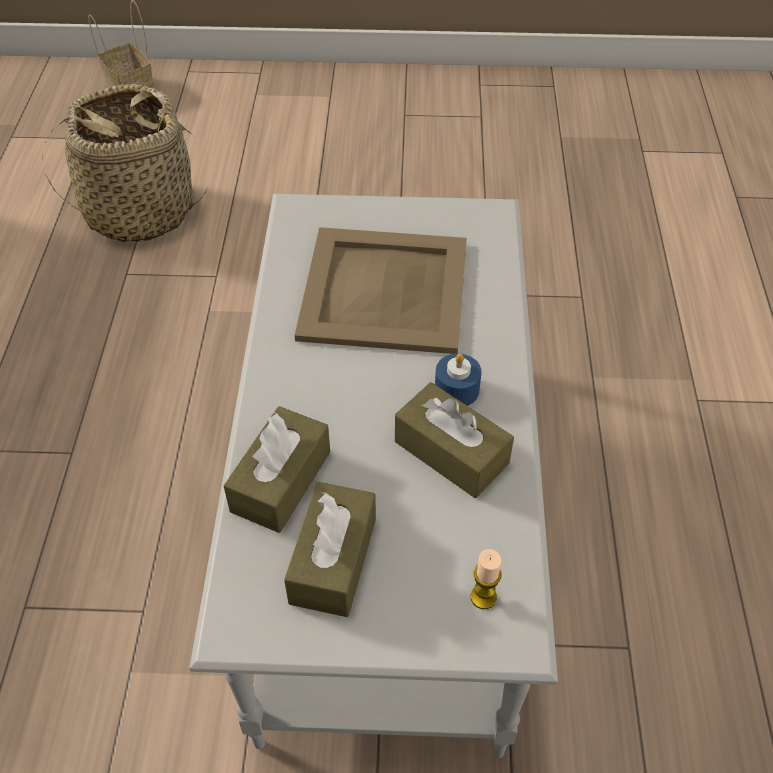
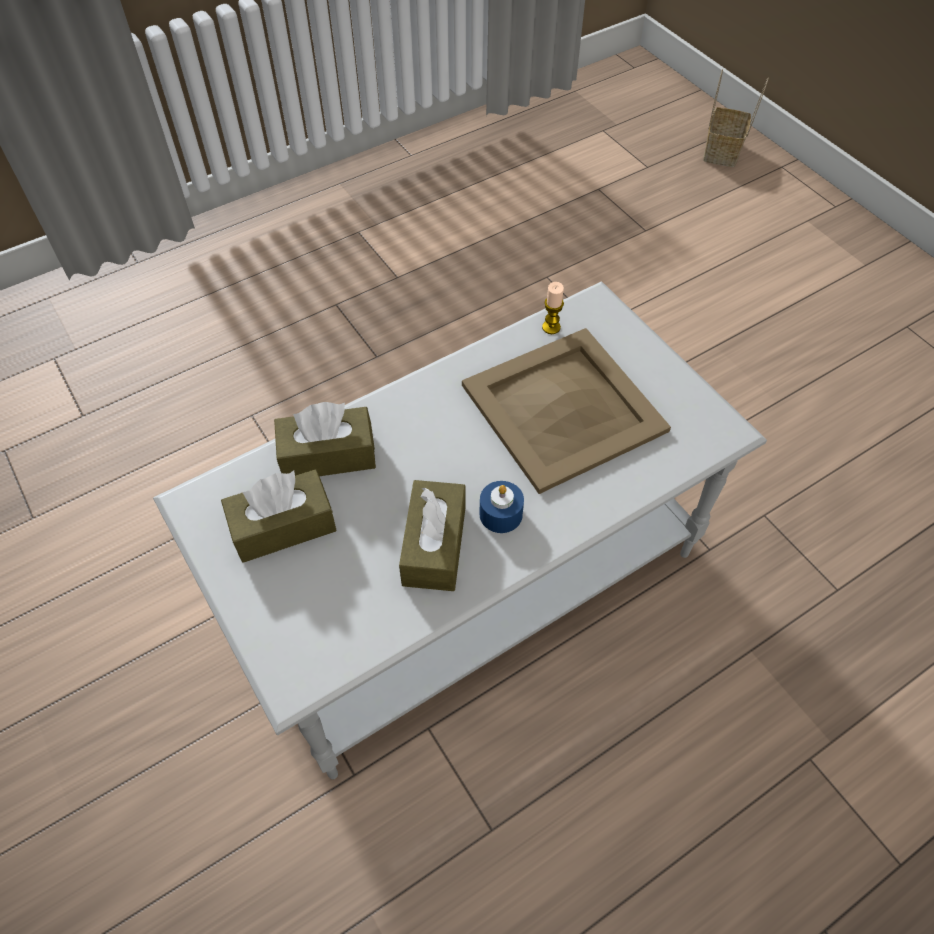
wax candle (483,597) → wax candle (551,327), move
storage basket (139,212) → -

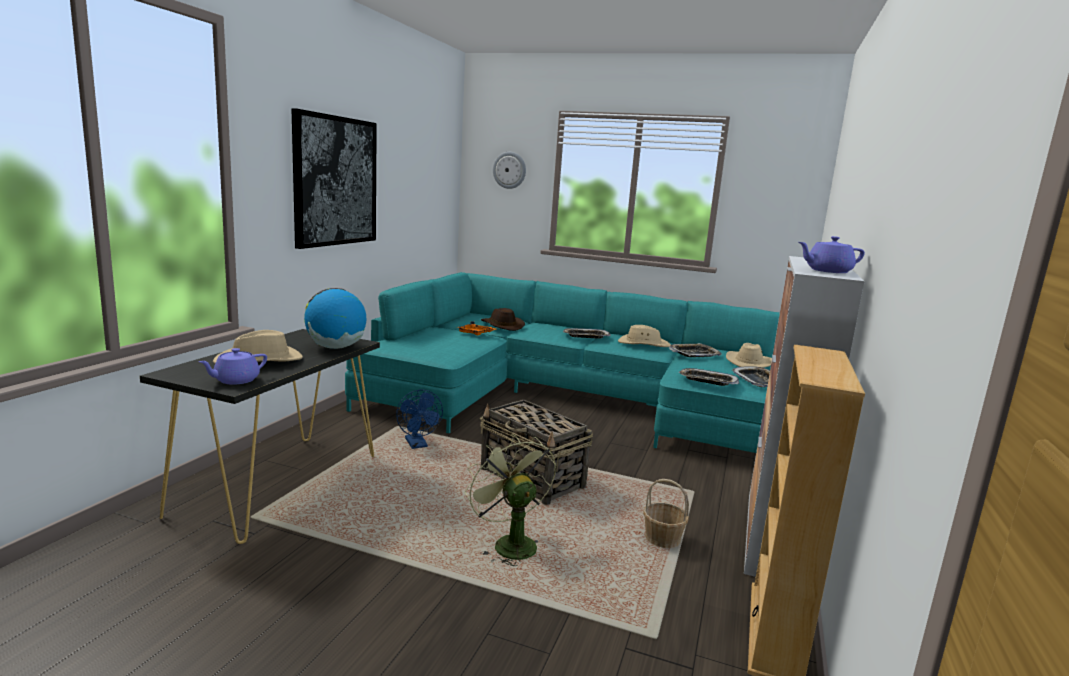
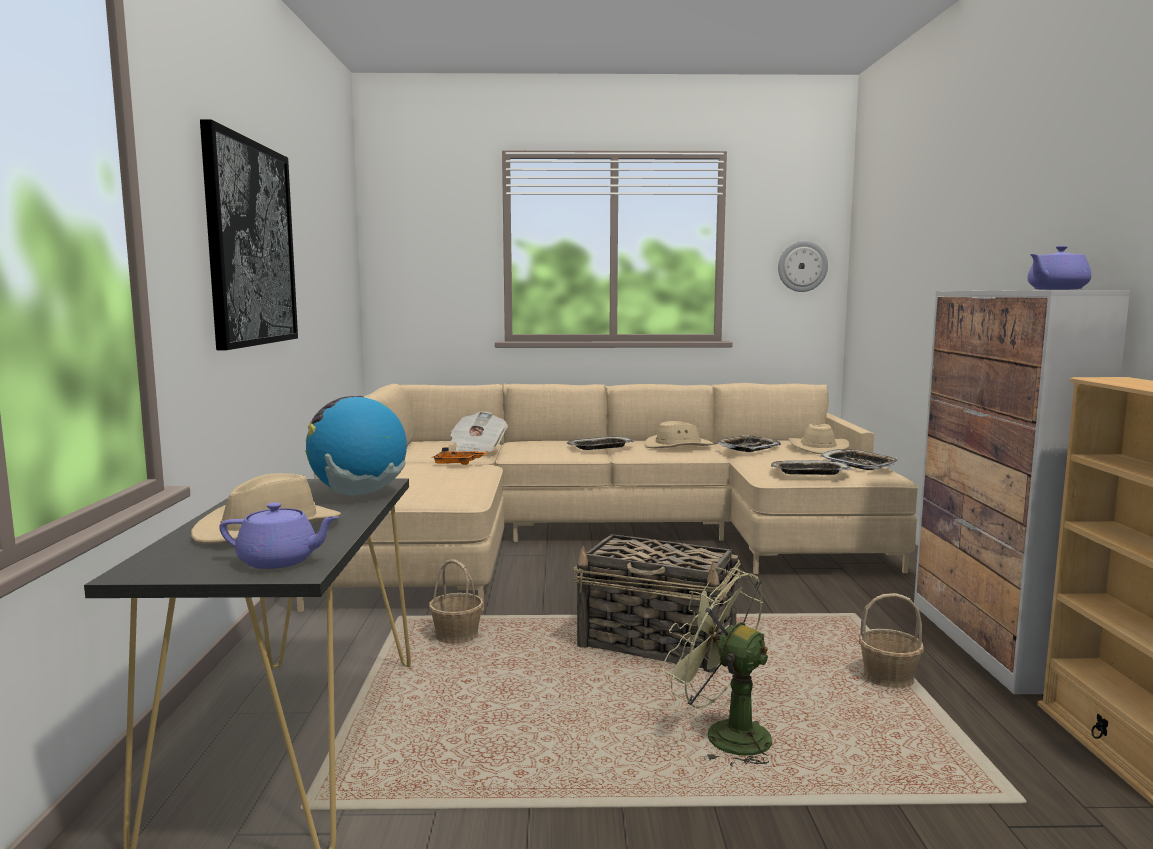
pot for tea/purplish (235,380) → pot for tea/purplish (280,561), 105 degrees counterclockwise
settee/turquoise (570,400) → settee/beige-coloured (594,538)
fan/blue-coloured (418,445) → storage basket (457,636)
hat/brownish (501,325) → newspaper (477,450)
wall clock (509,170) → wall clock (802,266), move

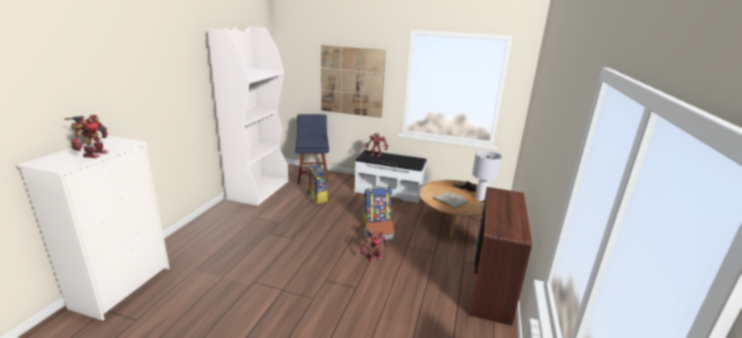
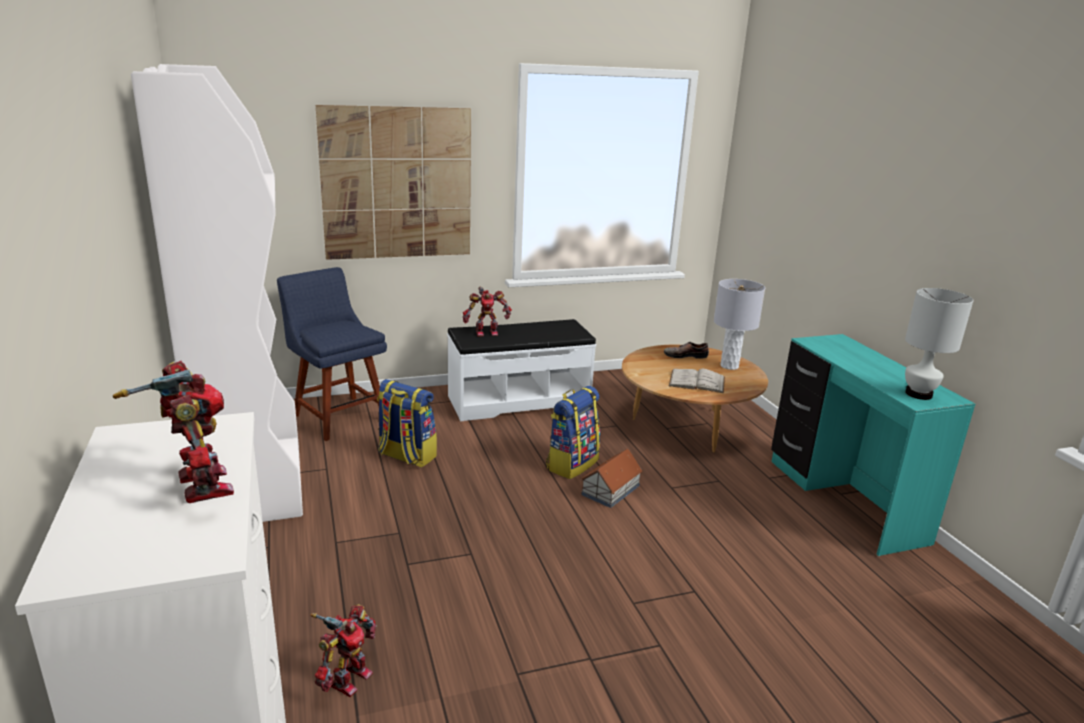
toy robot (373,257) → toy robot (348,678), move
desk unit/brownish (490,285) → desk unit/turquoise (843,500)
- → tabletop lamp/white-coloured (918,394)

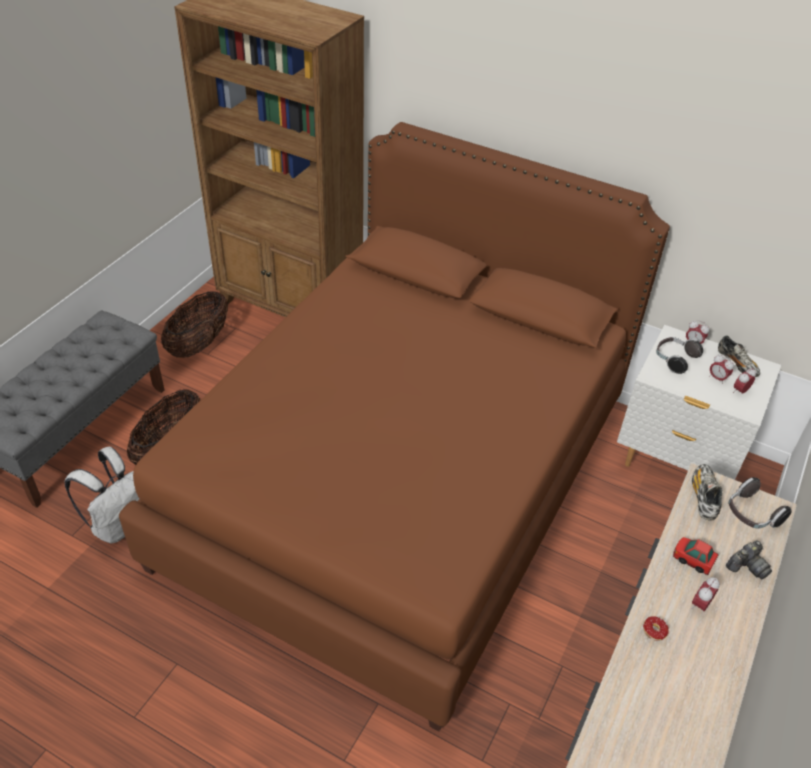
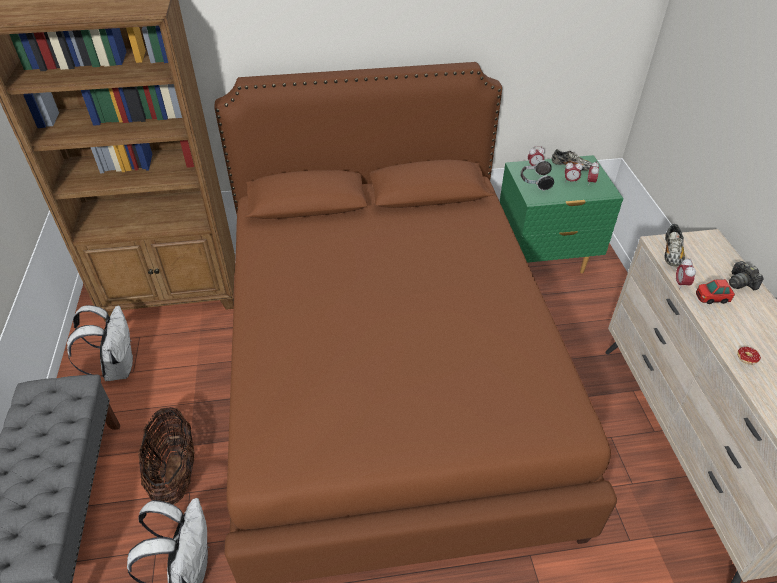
storage basket (199,344) → knapsack/white-coloured (117,367)
bedside table/white-coloured (674,462) → bedside table/green-coloured (543,260)
shoe (704,497) → shoe (671,254), 135 degrees counterclockwise
table clock (700,605) → table clock (681,284), move
still camera (747,566) → still camera (740,283), 135 degrees clockwise
pair of headphones (751,514) → -

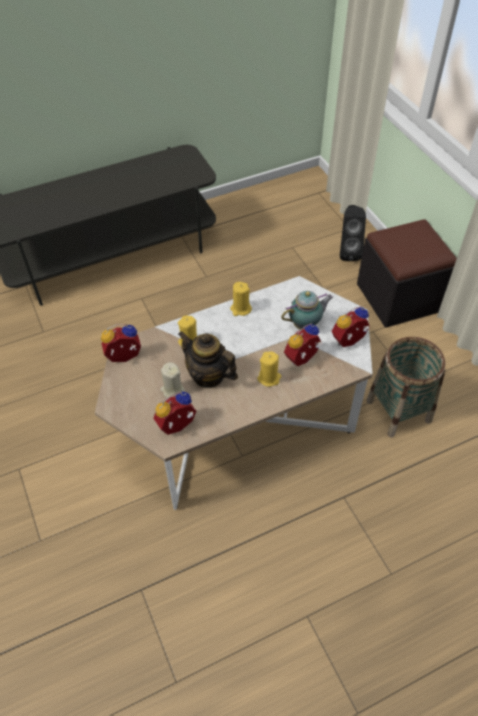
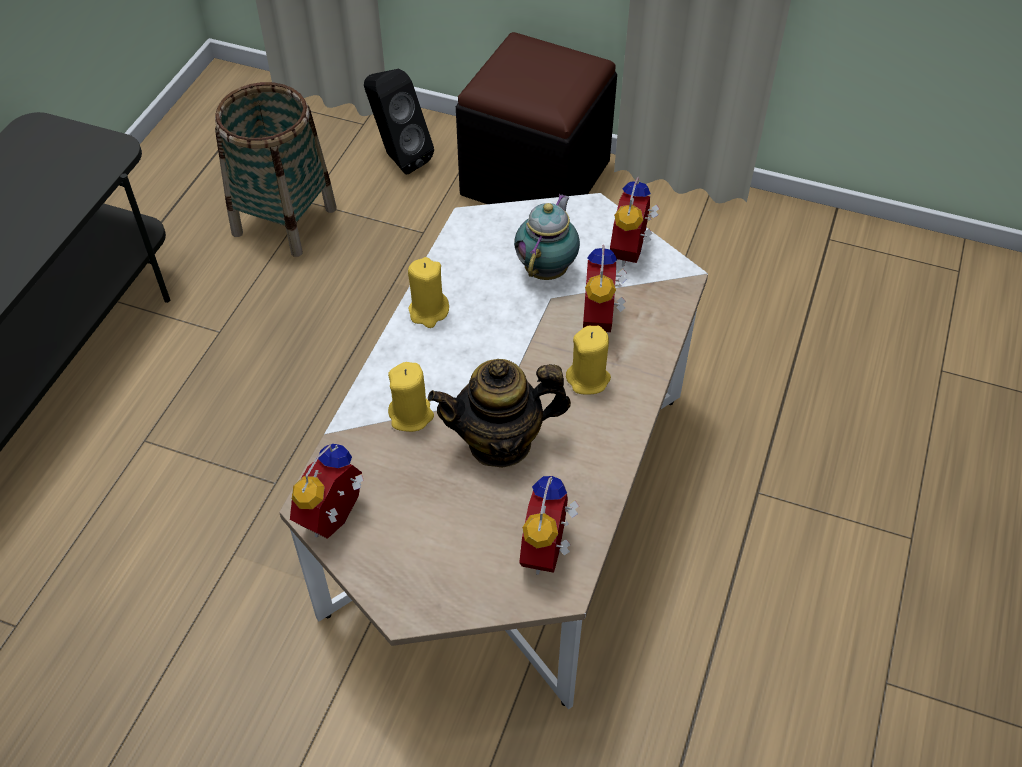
storage basket (398,410) → storage basket (284,221), move
wax candle/beige-coloured (172,390) → -

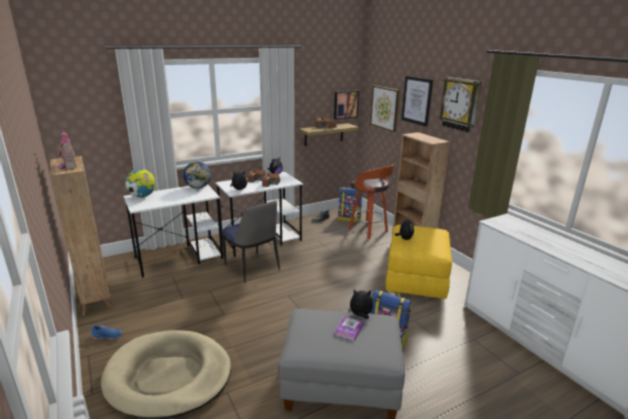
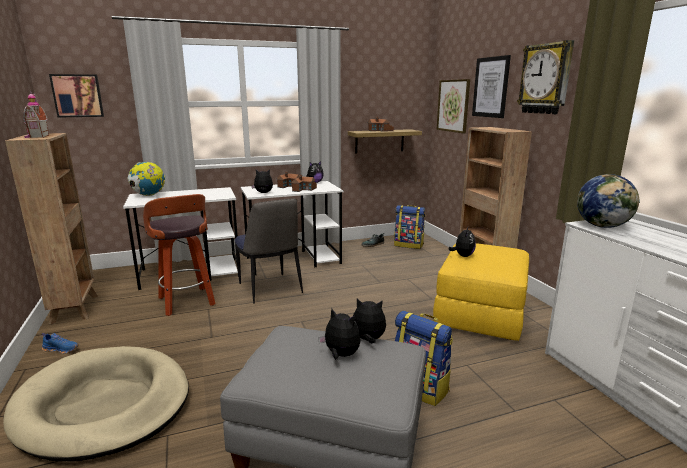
wall picture (345,104) → wall picture (78,96), move
stool seat (369,231) → stool seat (187,302), move
volume (348,329) → plush toy (341,355)
world globe (198,187) → world globe (602,226), move

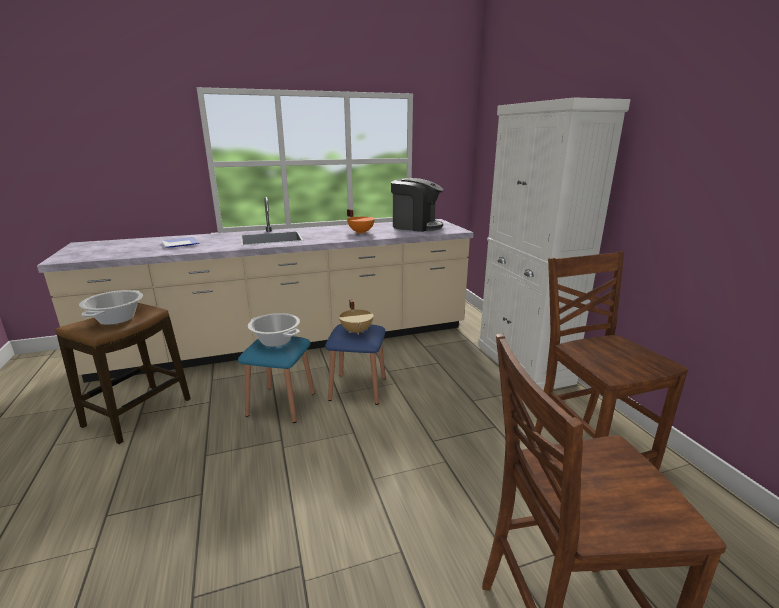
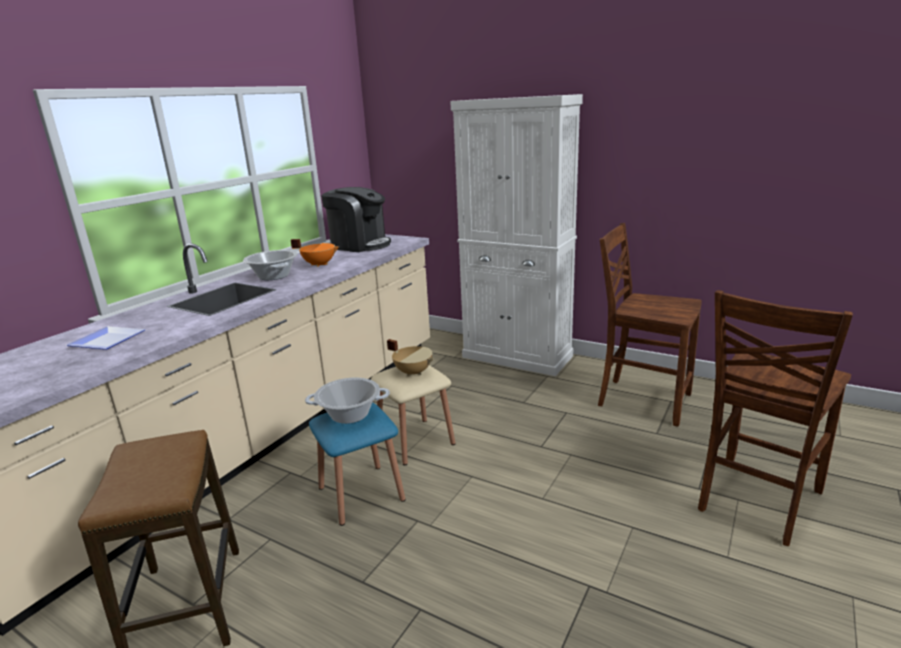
stockpot (117,319) → stockpot (274,276), move
coffee maker (415,226) → coffee maker (359,245), 45 degrees clockwise
stool seat/blue-coloured (358,388) → stool seat/beige-coloured (415,441)

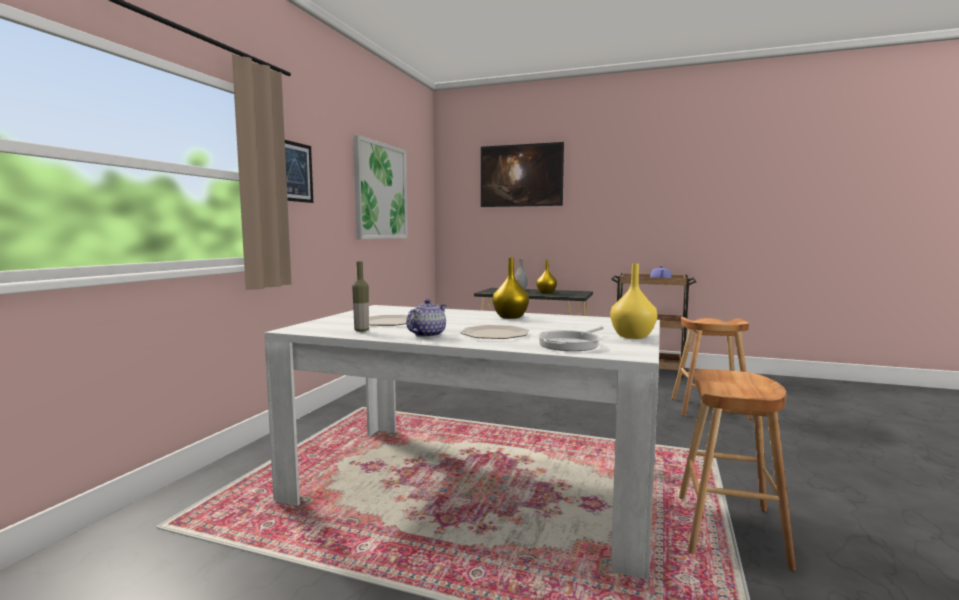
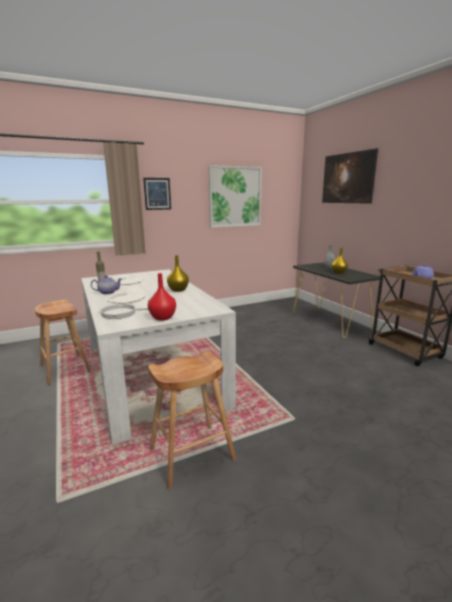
stool seat/brownish (710,409) → stool seat/brownish (65,369), move
decorative vase/yellow-coloured (633,336) → decorative vase/reddish (163,318)

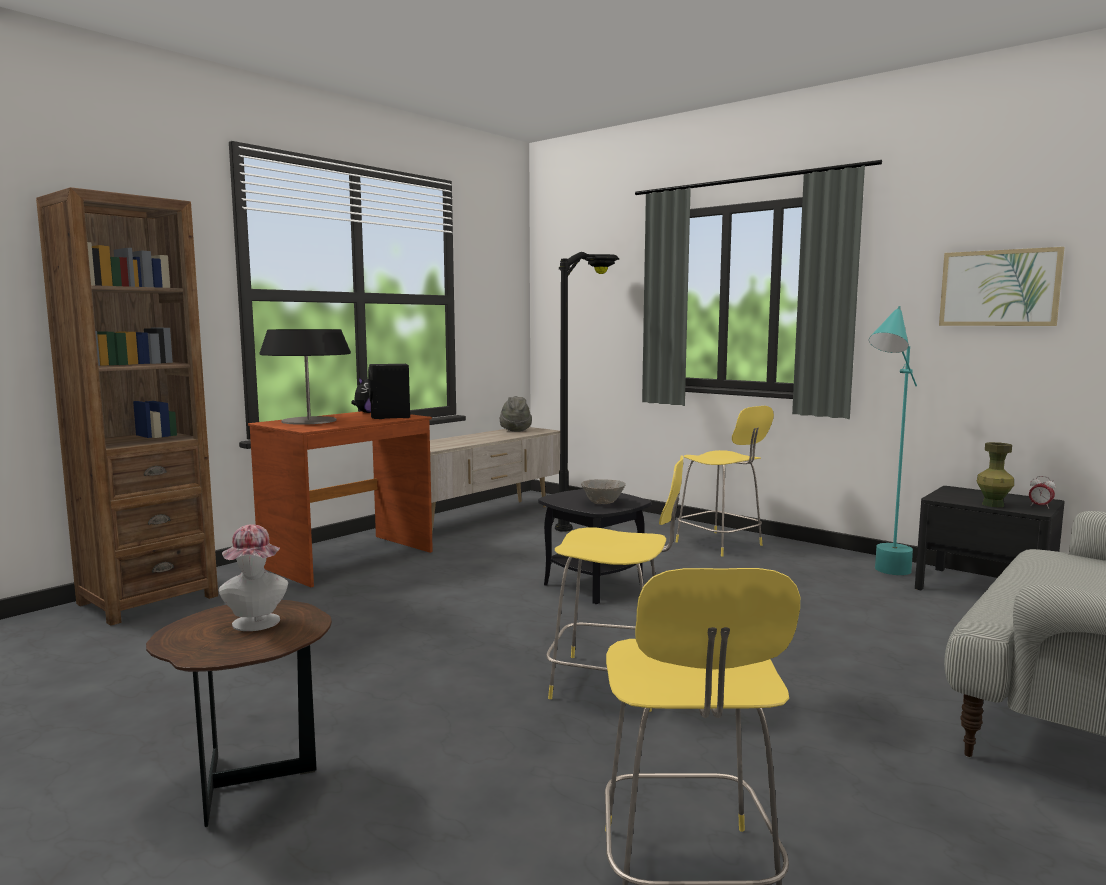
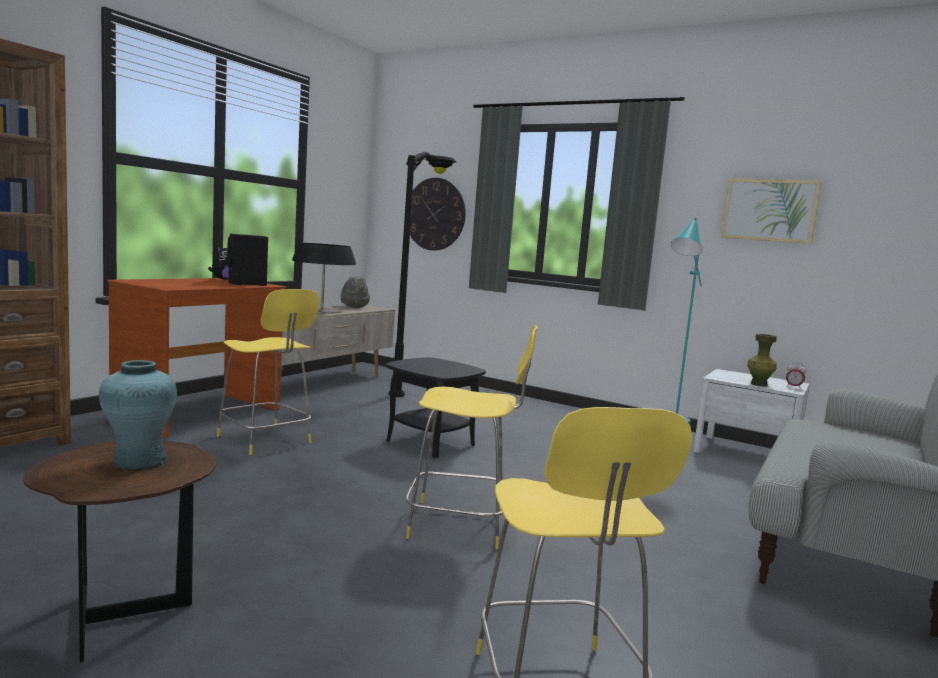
hat (256,625) → decorative vase/turquoise (139,462)
stool seat/yellow-coloured (721,544) → stool seat/yellow-coloured (265,440), move
tabletop lamp (309,421) → tabletop lamp (322,310), move
- → wall clock (435,214)
bedside table/black-coloured (984,589) → bedside table/white-coloured (746,453)
deep dish/gray (602,503) → -

